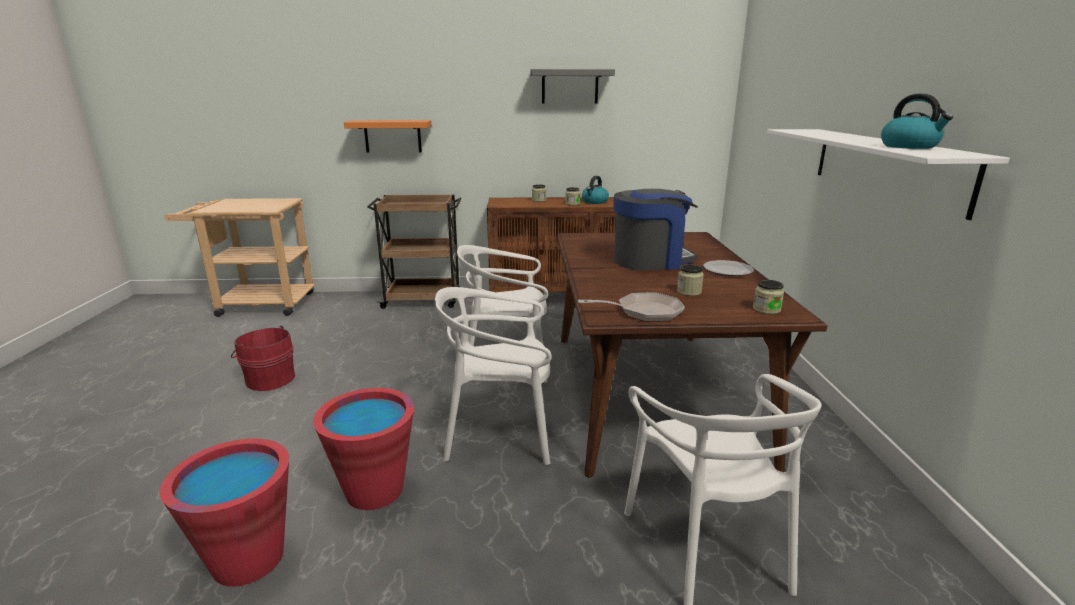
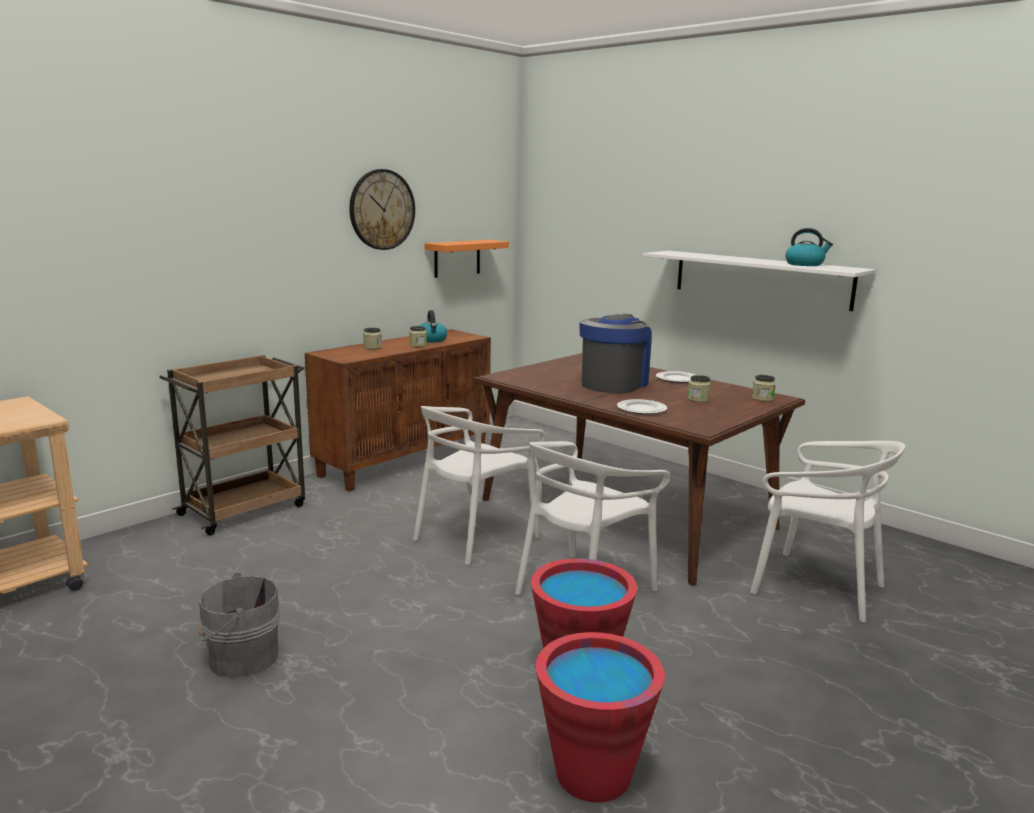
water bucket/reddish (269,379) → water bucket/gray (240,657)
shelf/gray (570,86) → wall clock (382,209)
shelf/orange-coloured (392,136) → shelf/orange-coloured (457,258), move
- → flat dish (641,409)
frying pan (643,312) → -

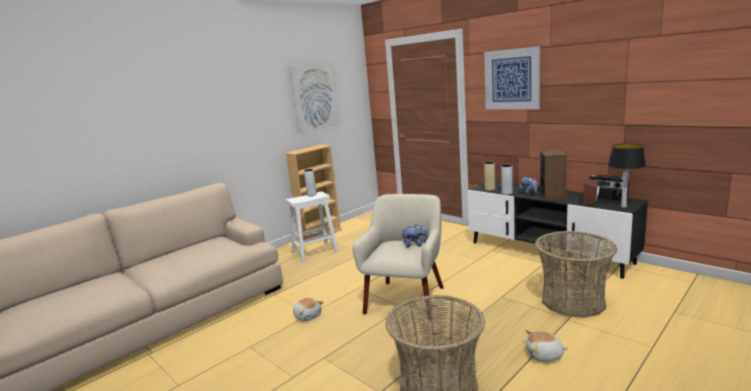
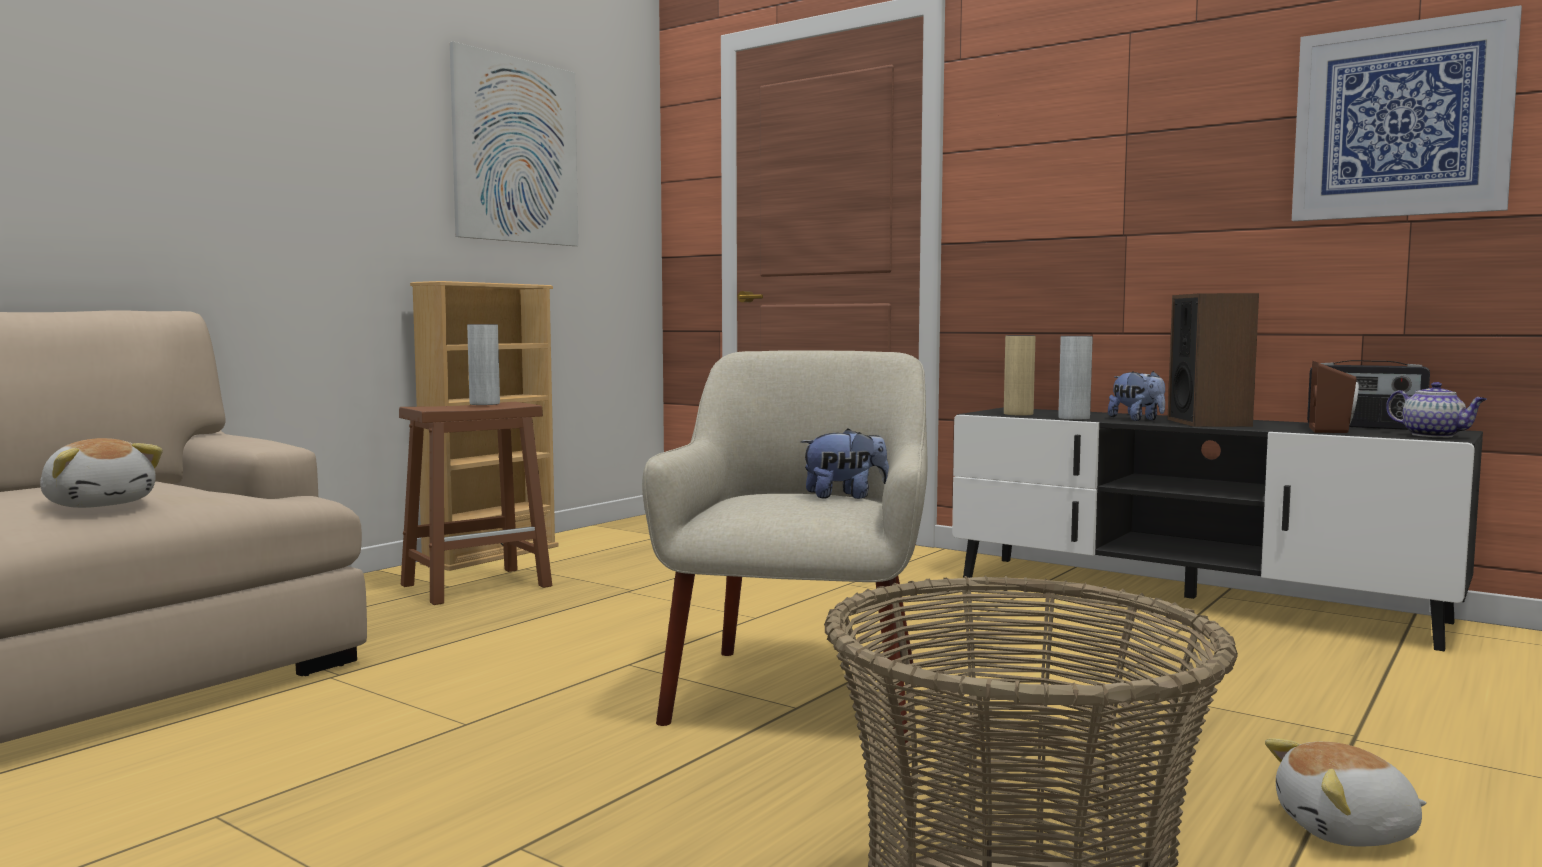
plush toy (308,316) → plush toy (100,504), move
stool seat/white-coloured (315,251) → stool seat/brownish (478,585)
wall picture (512,79) → wall picture (1400,120), move
tabletop lamp (624,206) → pot for tea (1434,435)
storage basket (573,301) → -

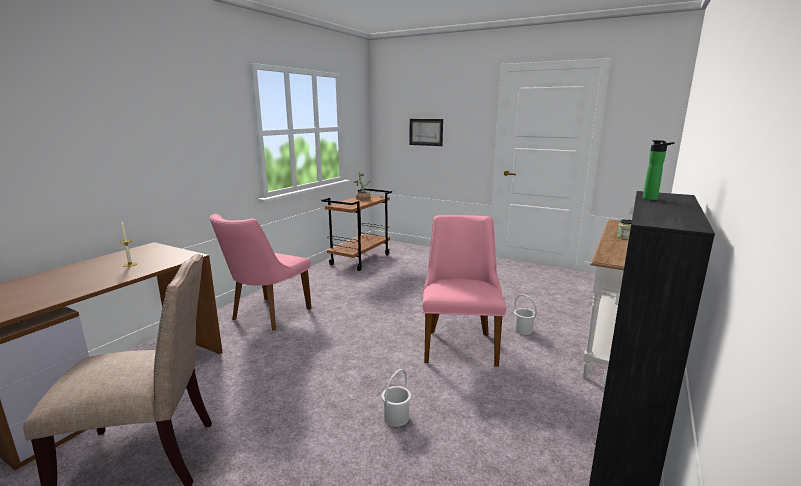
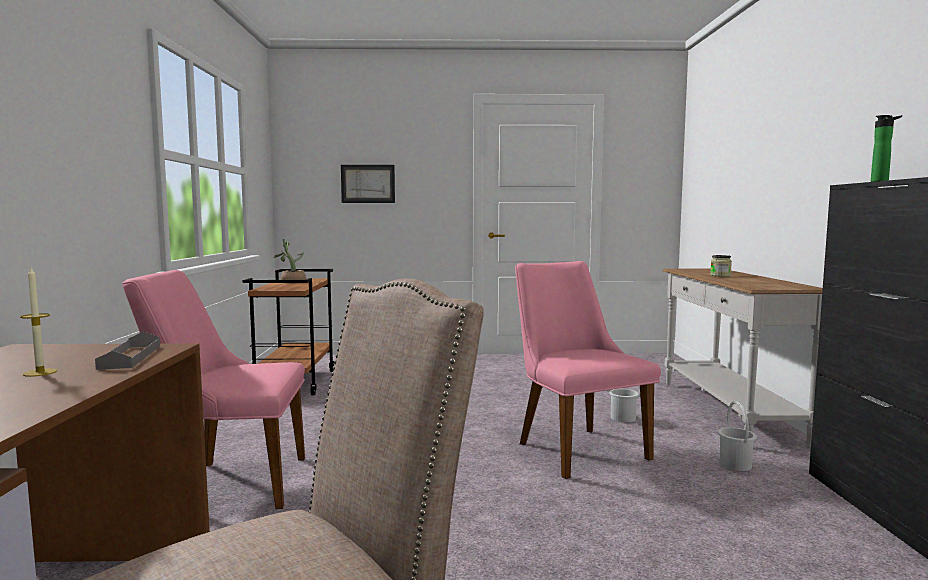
- → serving tray/gray (130,357)
plain chair/pink-coloured (266,316) → plain chair/pink-coloured (227,483), 90 degrees clockwise
water bucket/white-coloured (396,418) → water bucket/white-coloured (735,464), move

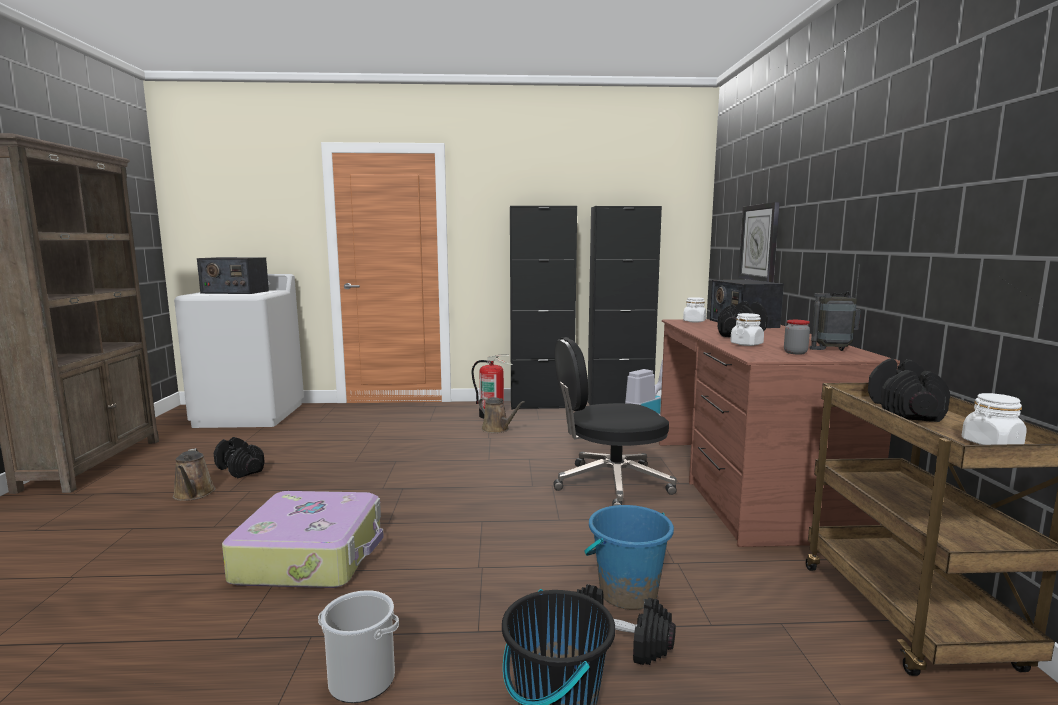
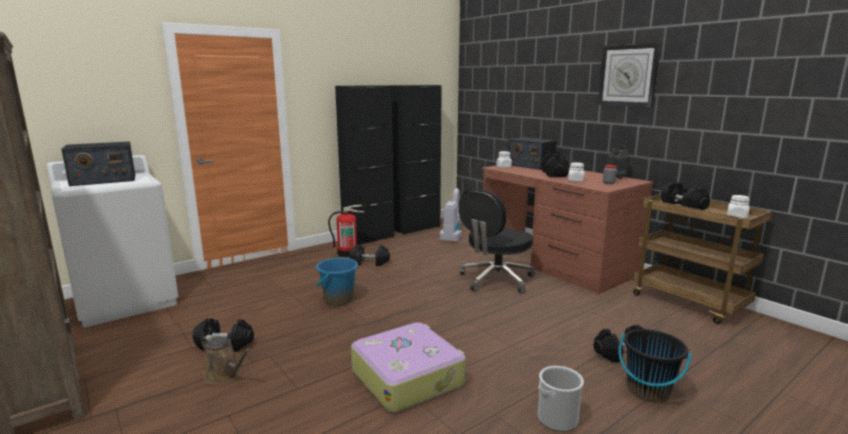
water bucket/blue-coloured (627,593) → water bucket/blue-coloured (338,300), move
watering can/brownish (497,429) → dumbbell/black-coloured (370,262)
wall clock (759,242) → wall clock (628,75), move

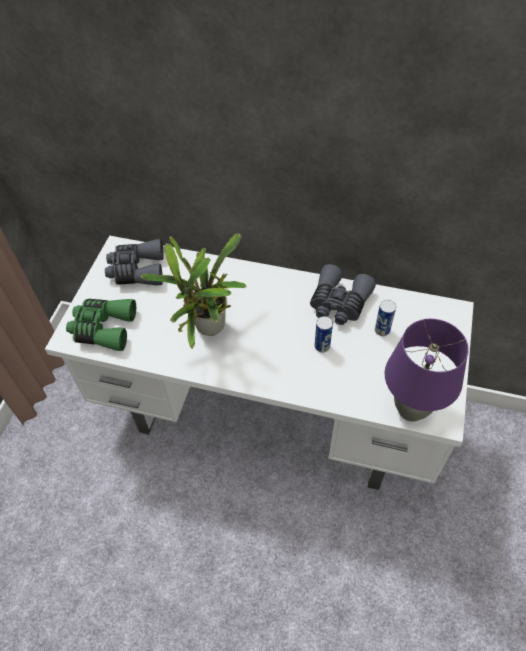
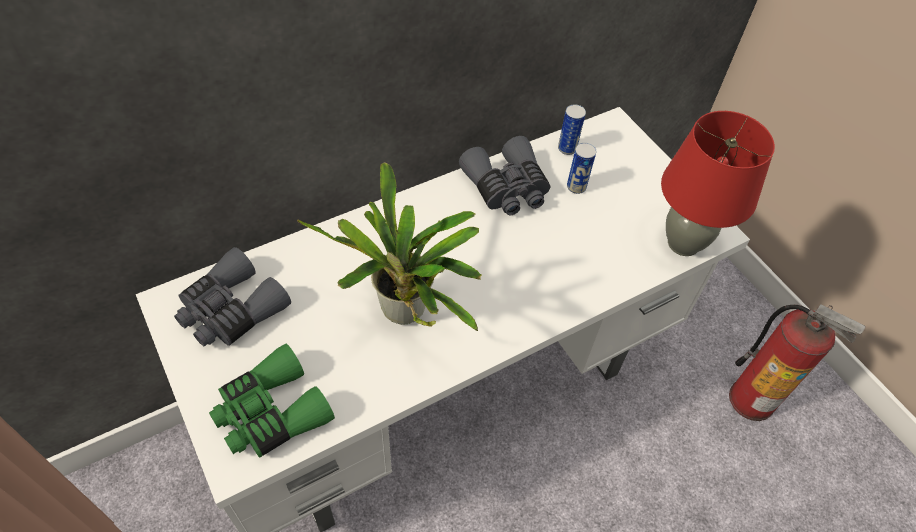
metal can (322,346) → metal can (567,148), move
tabletop lamp/purplish (411,410) → tabletop lamp/reddish (684,243)
- → fire extinguisher (752,399)

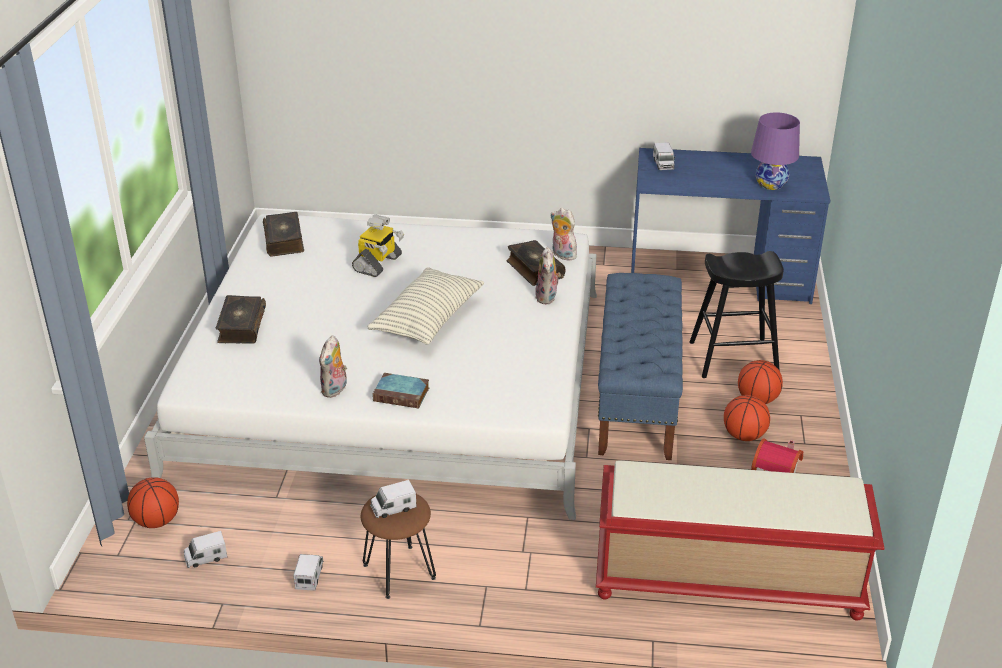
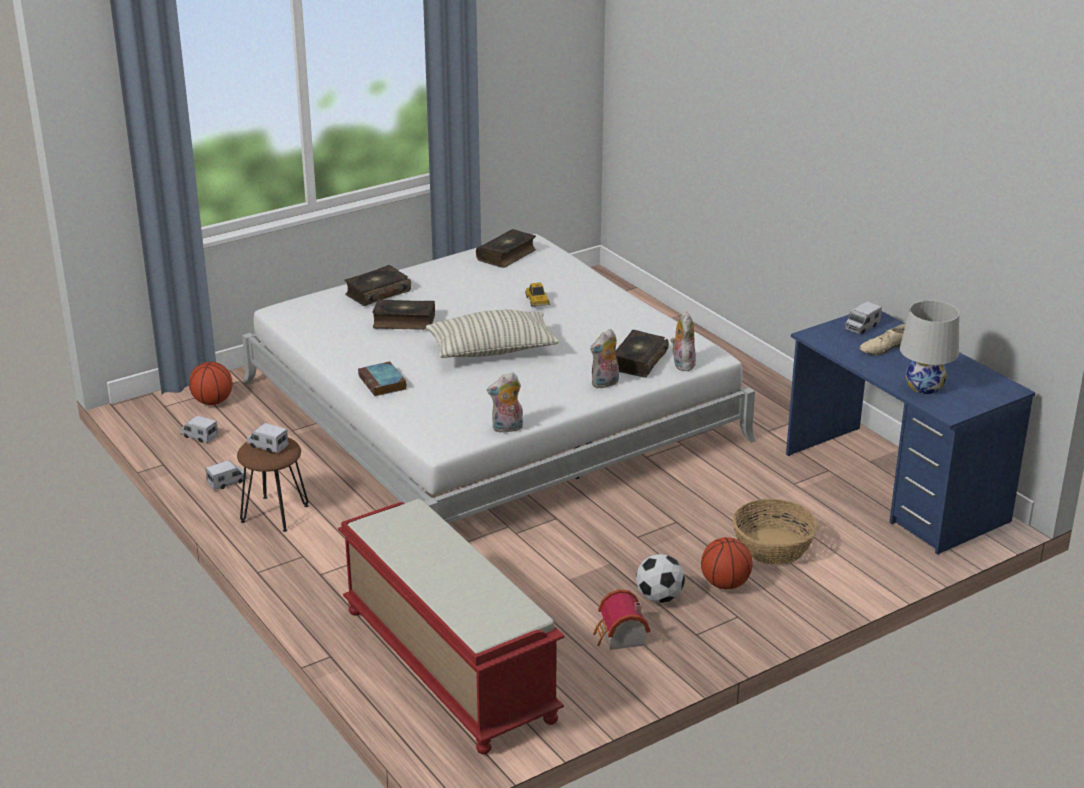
- → volume (404,322)
plush toy (335,390) → plush toy (507,428), move
toy robot (378,264) → miniature car (537,301)
basketball (744,436) → football ball (659,598)
stool seat/black-coloured (733,358) → storage basket (772,547)
- → shoe/beige-coloured (884,348)
tabletop lamp/purplish (771,184) → tabletop lamp/white-coloured (924,387)
bench/blue-coloured (636,397) → -

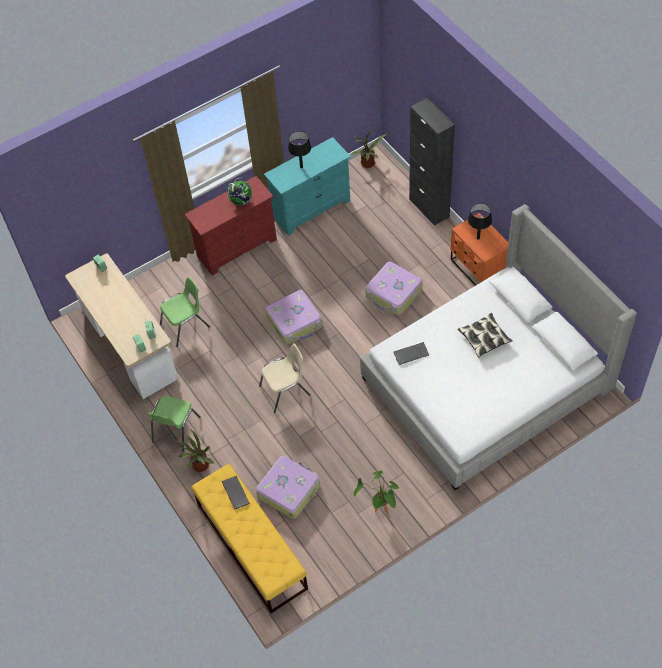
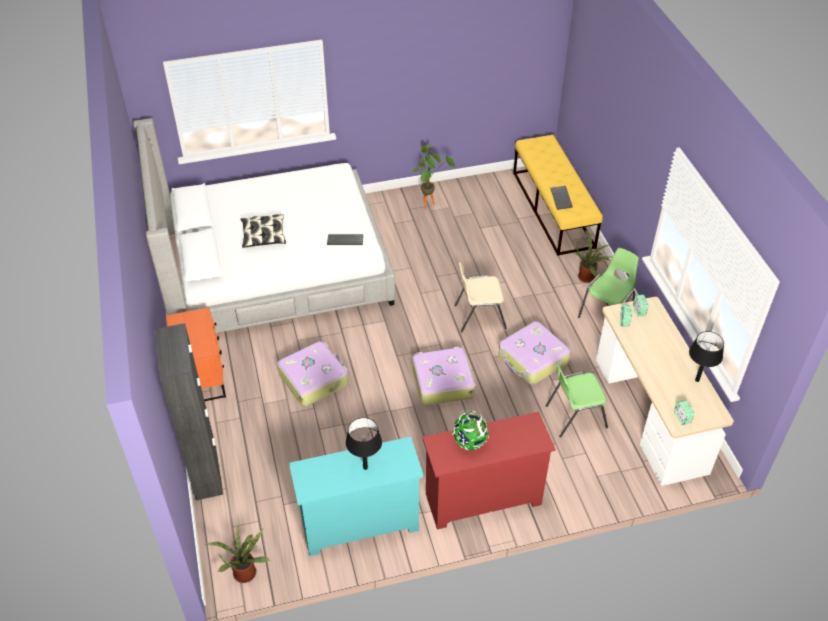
travel case (288,490) → travel case (532,359), move
tabletop lamp/black-coloured (478,238) → tabletop lamp/black-coloured (697,380), move

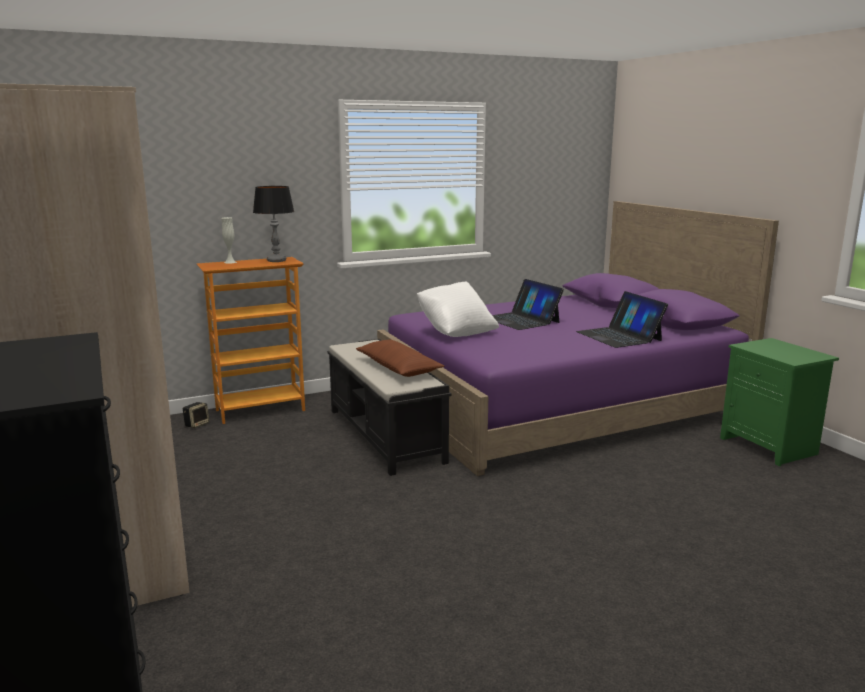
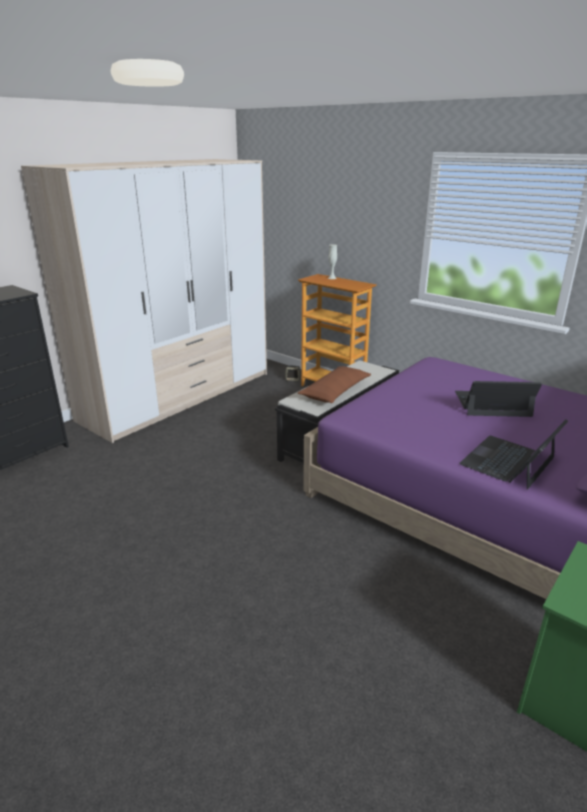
laptop (521,320) → laptop (492,404), 60 degrees clockwise
tabletop lamp (276,261) → -
pillow/white-coloured (456,332) → -

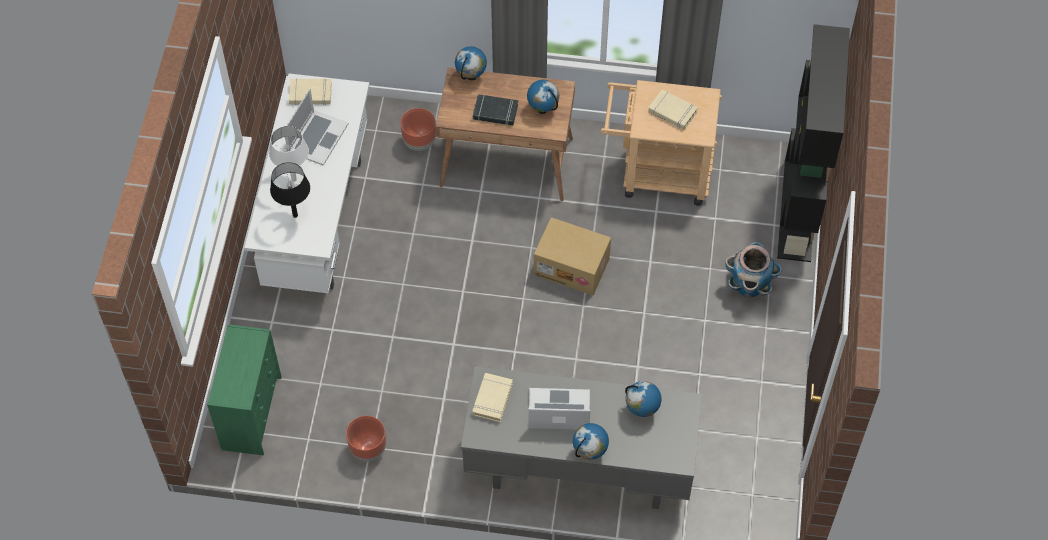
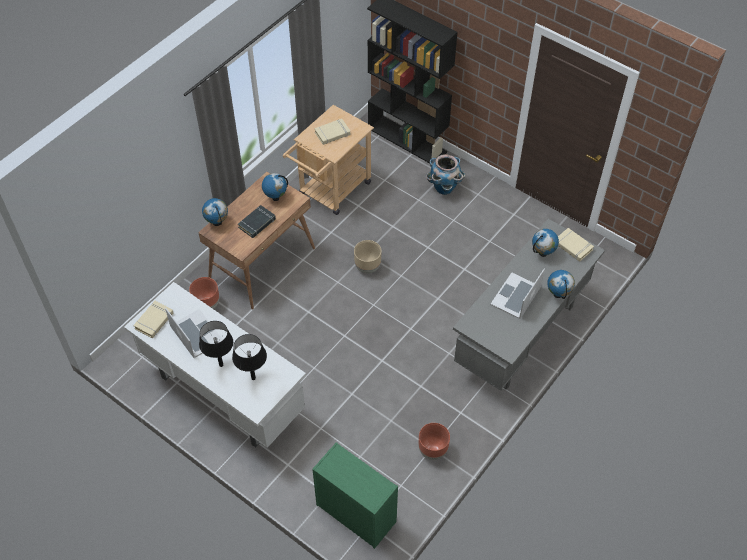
tabletop lamp/white-coloured (294,179) → tabletop lamp/black-coloured (221,365)
carton (572,266) → flower pot/beige-coloured (367,267)
volume/beige-coloured (492,399) → volume/beige-coloured (573,246), move

